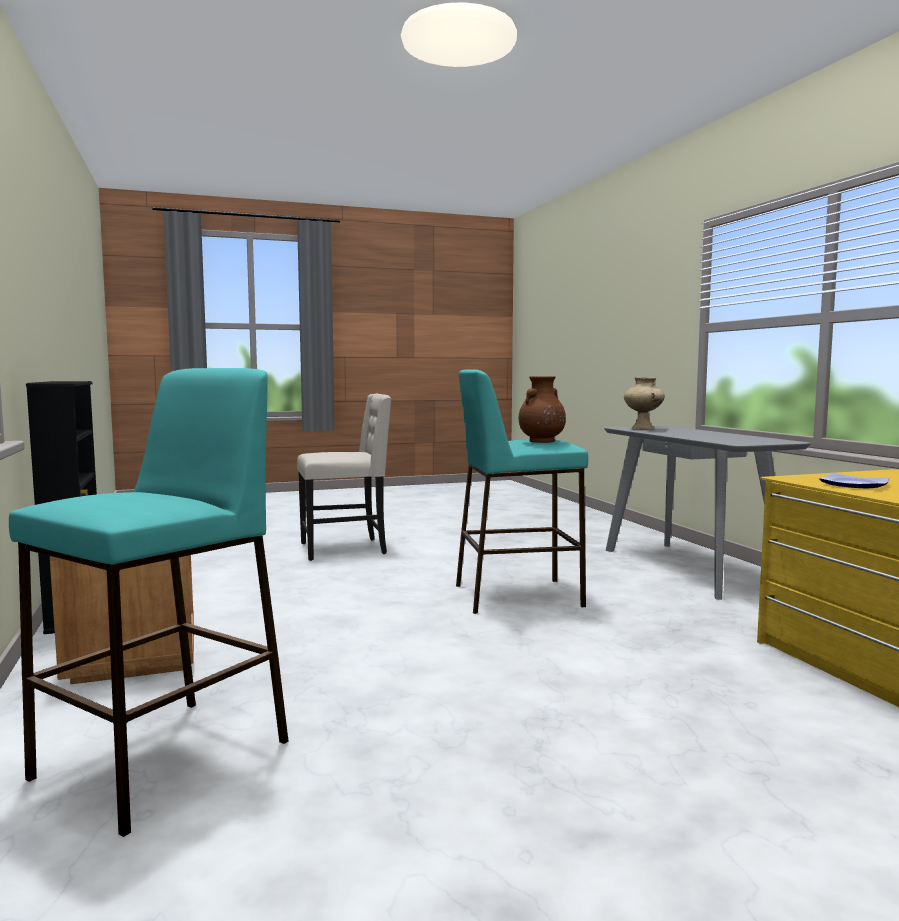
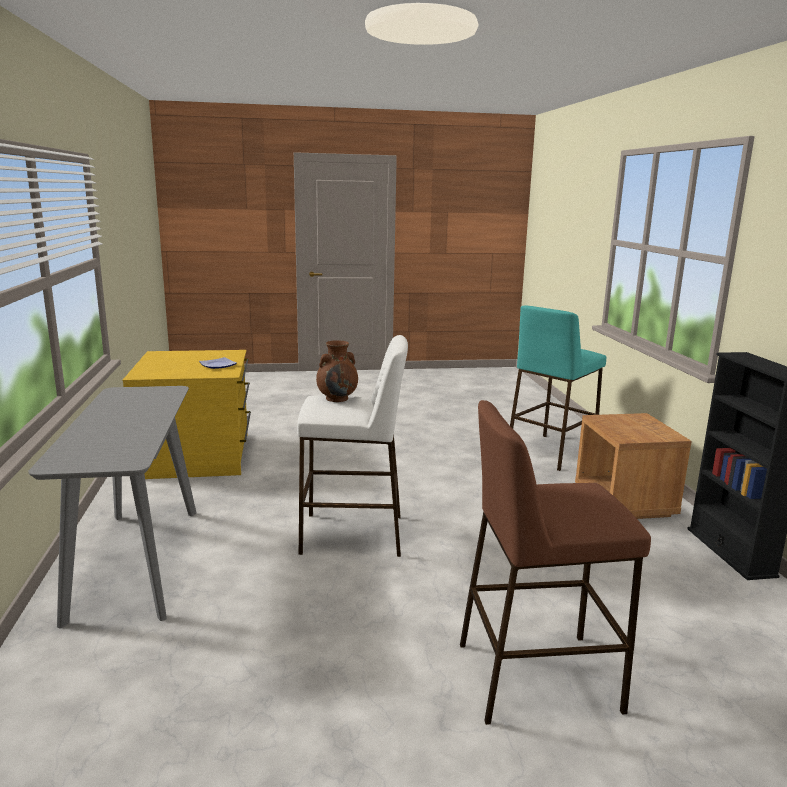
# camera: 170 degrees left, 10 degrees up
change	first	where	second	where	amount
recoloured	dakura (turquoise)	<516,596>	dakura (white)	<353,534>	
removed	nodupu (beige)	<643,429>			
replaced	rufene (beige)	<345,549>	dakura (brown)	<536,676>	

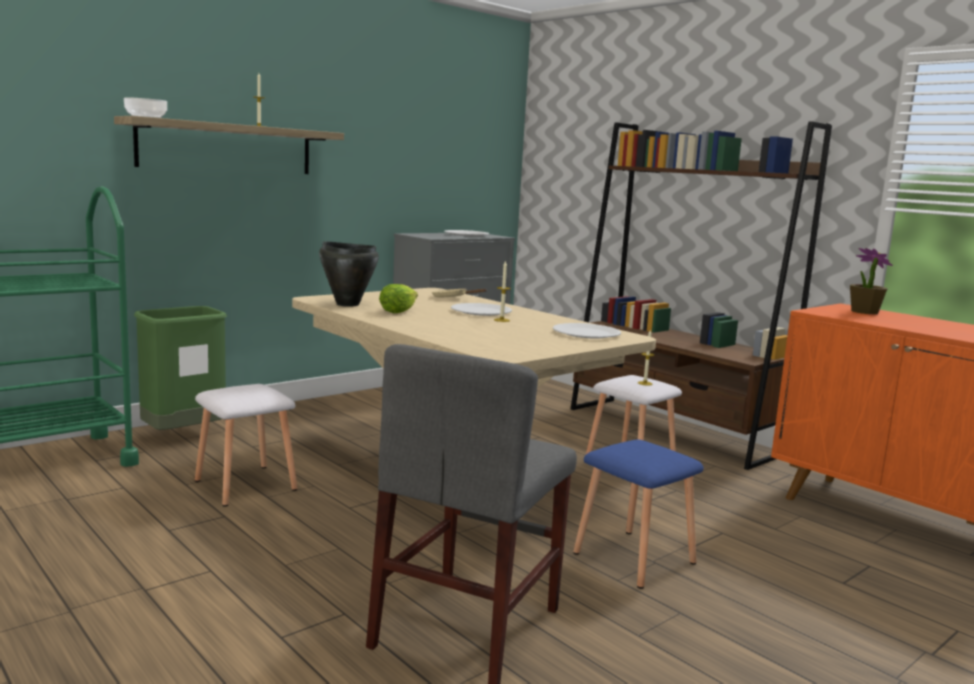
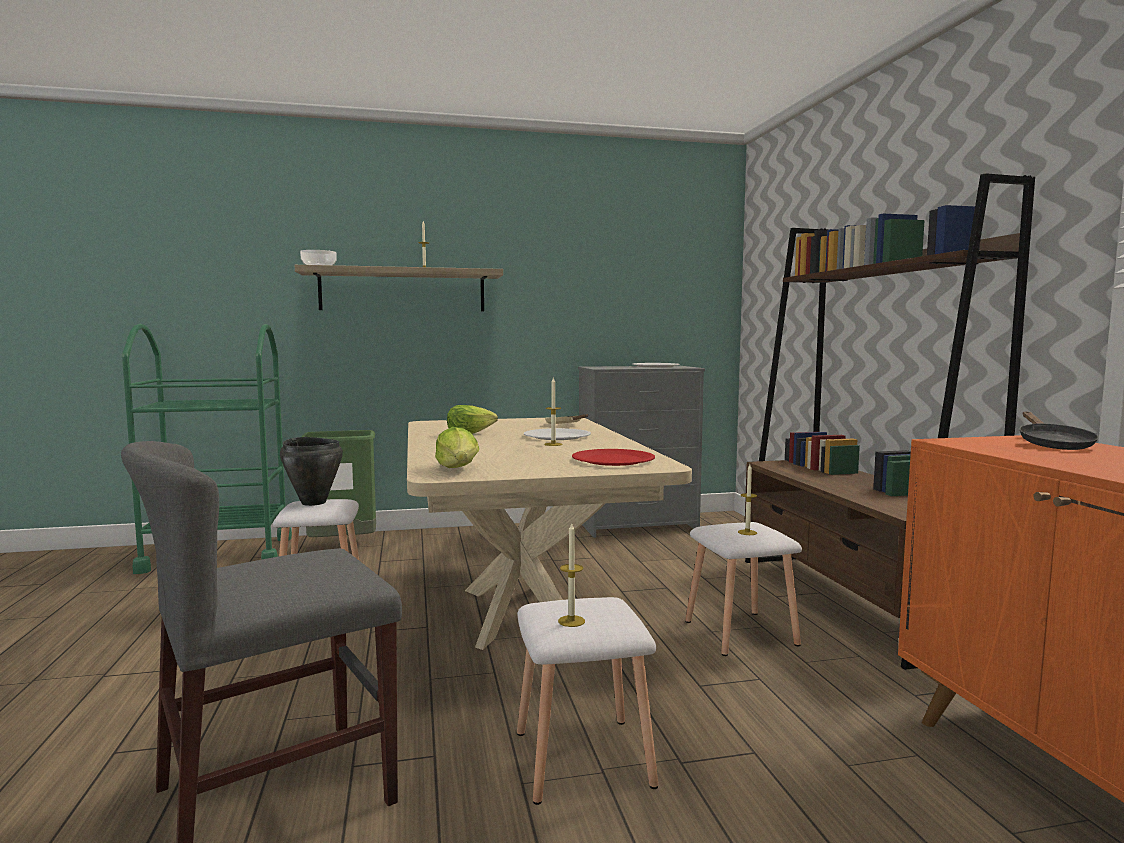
# camera: 30 degrees right, 5 degrees down
change	first	where	second	where	amount
moved	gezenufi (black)	<347,304>		<313,502>	
replaced	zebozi	<864,312>	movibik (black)	<1052,444>	
recoloured	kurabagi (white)	<586,333>	kurabagi (red)	<613,460>	
recoloured	dakura (blue)	<633,559>	dakura (white)	<581,759>	
added			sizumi	<459,469>	
added			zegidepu	<571,621>	

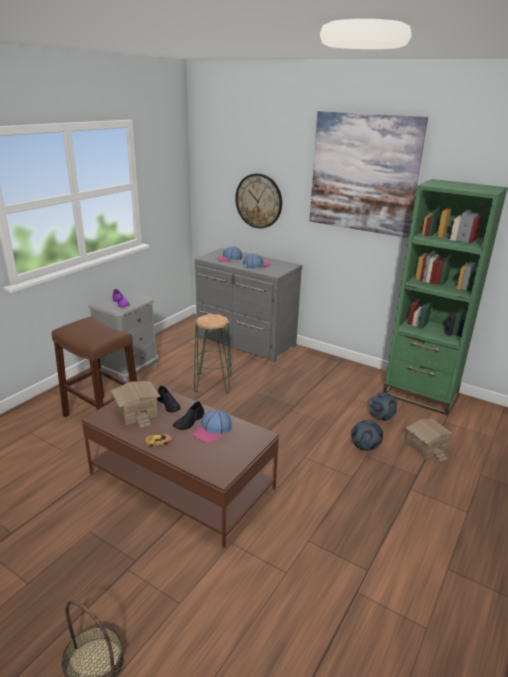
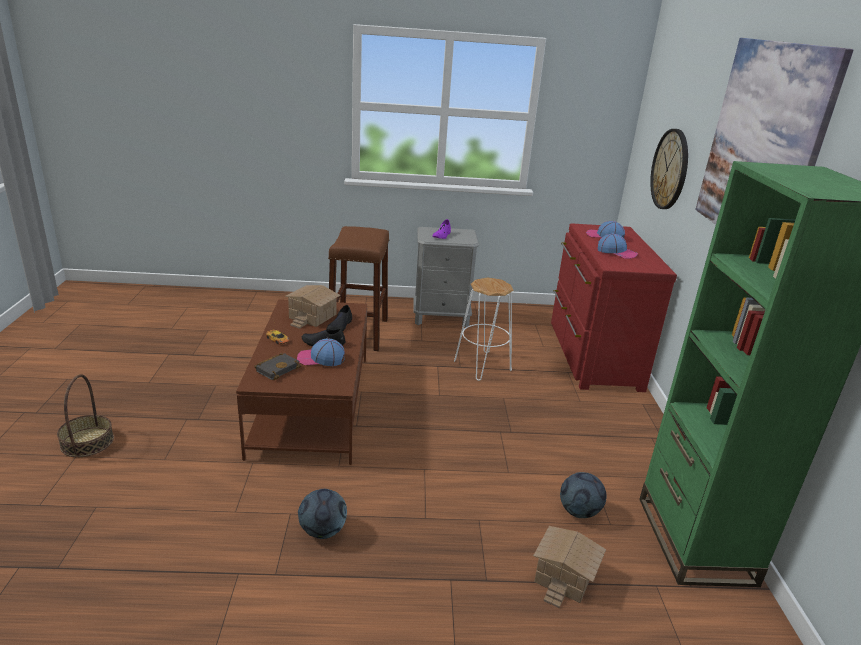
# camera: 55 degrees right, 0 degrees up
change	first	where	second	where	amount
recoloured	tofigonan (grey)	<245,342>	tofigonan (red)	<592,356>	
recoloured	dakura (green)	<213,384>	dakura (white)	<482,366>	
moved	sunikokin	<365,447>		<323,531>	
added			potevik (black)	<277,368>	

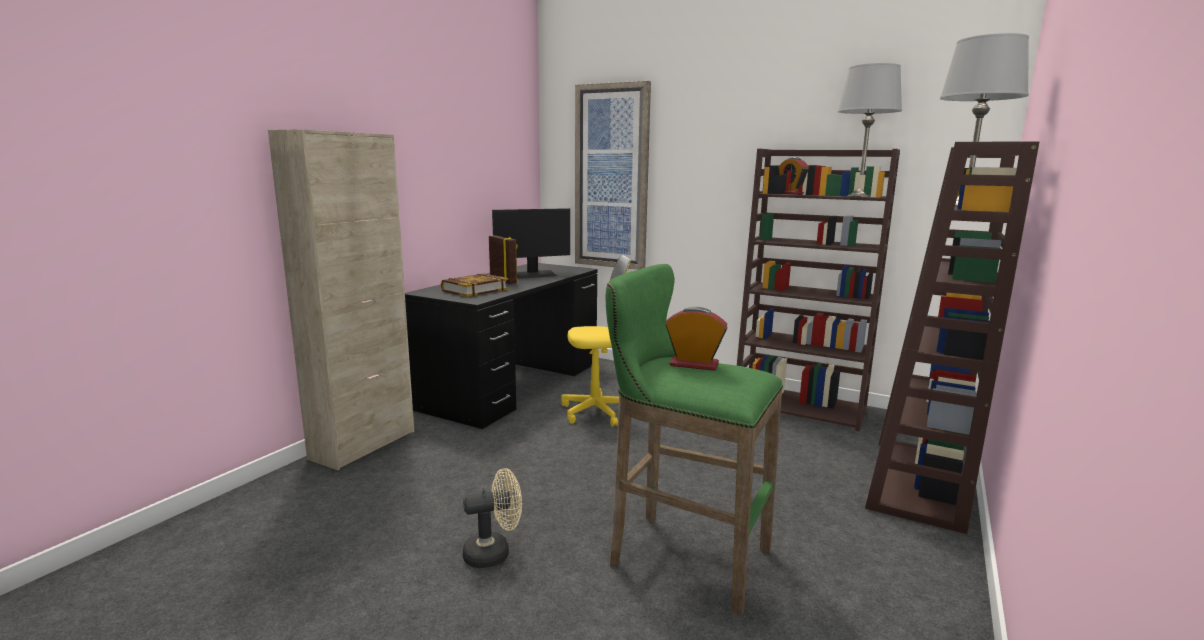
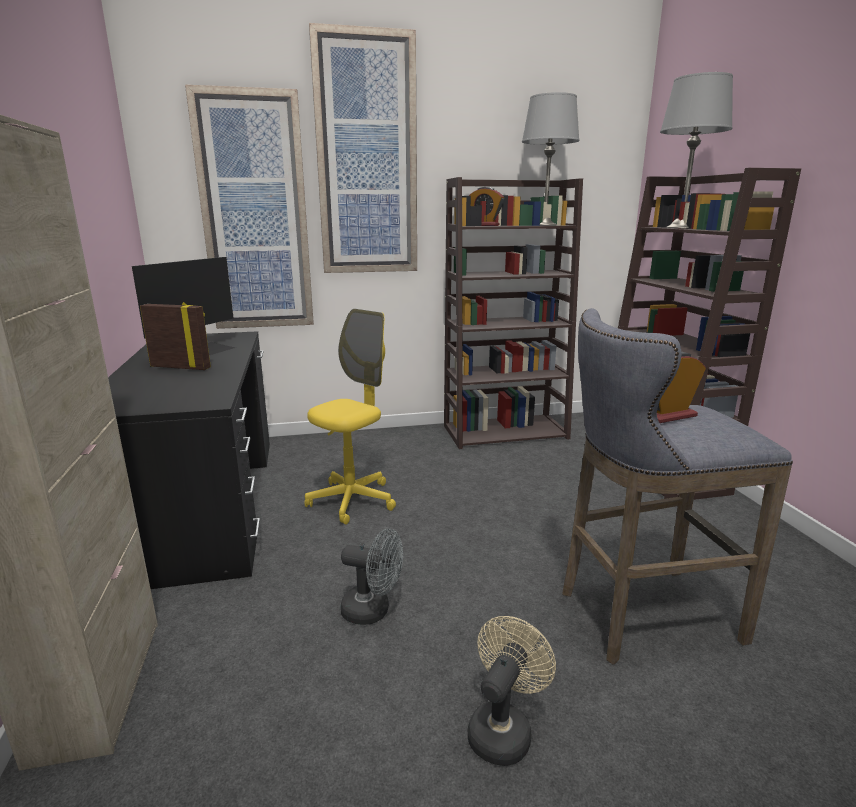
# camera: 40 degrees left, 5 degrees up
change	first	where	second	where	amount
recoloured	dakura (green)	<681,556>	dakura (grey)	<640,616>	
removed	potevik	<474,290>			
added			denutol	<367,157>	
added			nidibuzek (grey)	<373,610>	

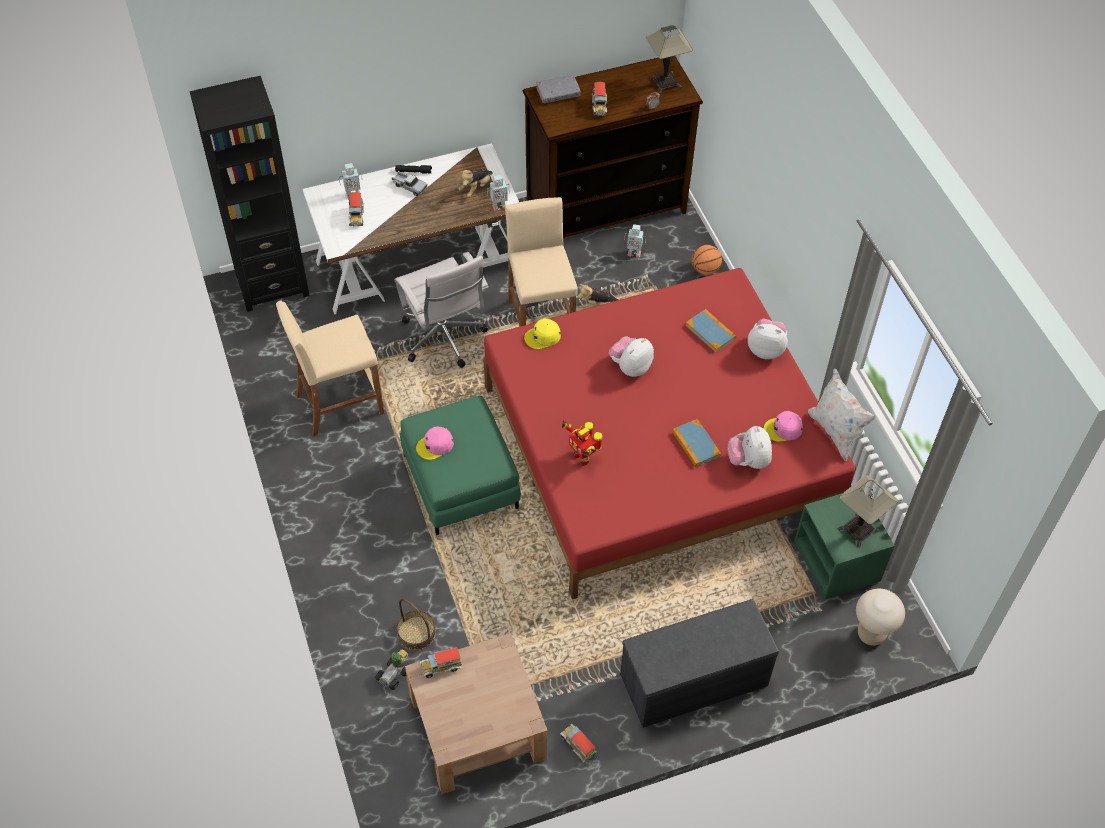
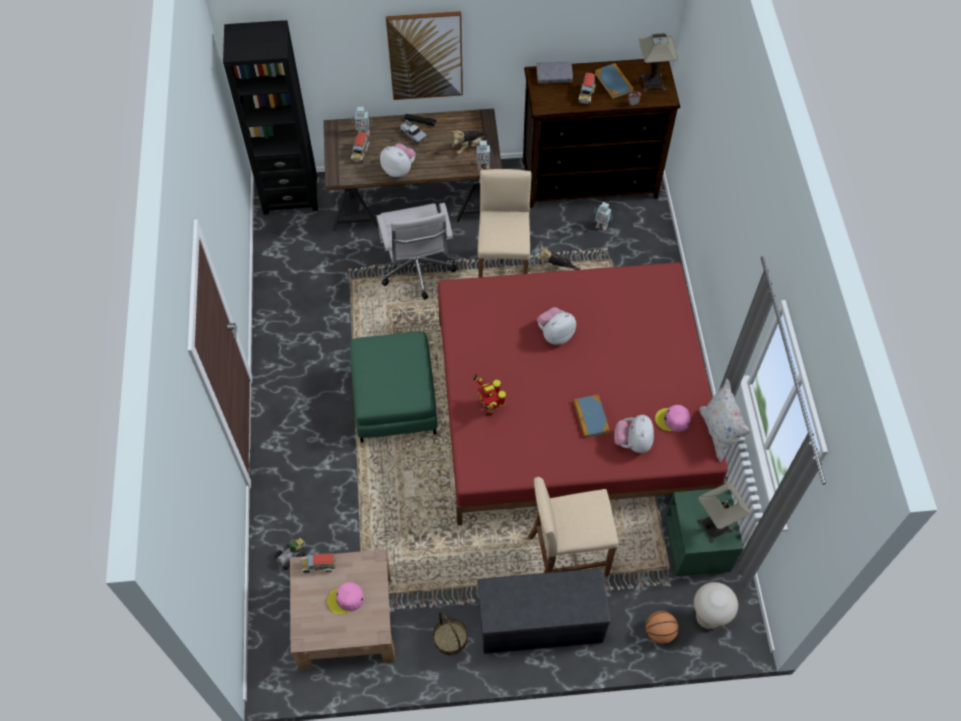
# camera: 15 degrees right, 5 degrees up
change	first	where	second	where	amount
recoloured	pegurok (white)	<418,262>	pegurok (brown)	<415,198>	
moved	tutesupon	<705,269>		<659,632>	
moved	dakura (beige)	<339,404>		<567,555>	
moved	potevik	<710,332>		<613,82>	
removed	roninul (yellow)	<543,337>			
moved	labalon	<766,349>		<399,170>	
moved	roninul (pink)	<435,445>		<346,599>	
moved	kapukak	<416,633>		<450,638>	
removed	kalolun	<578,745>			
added			denutol	<425,55>	

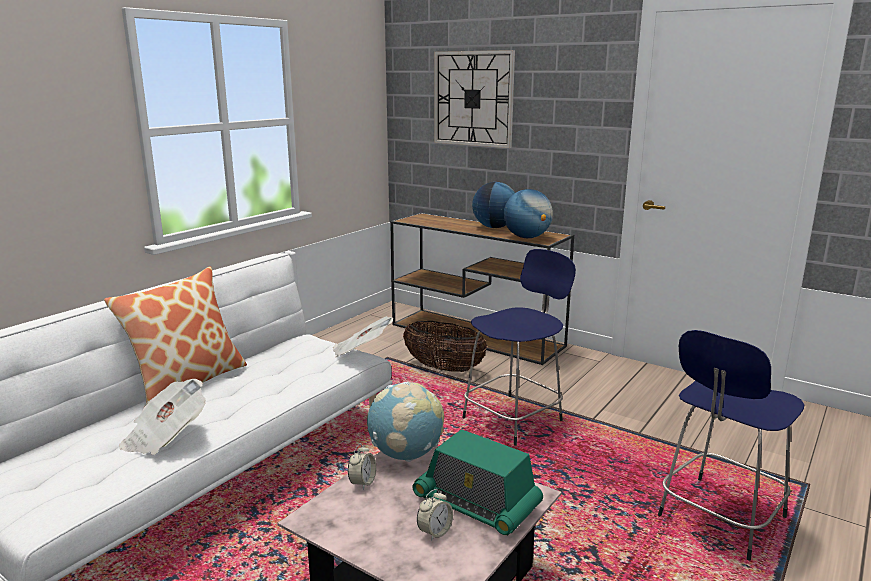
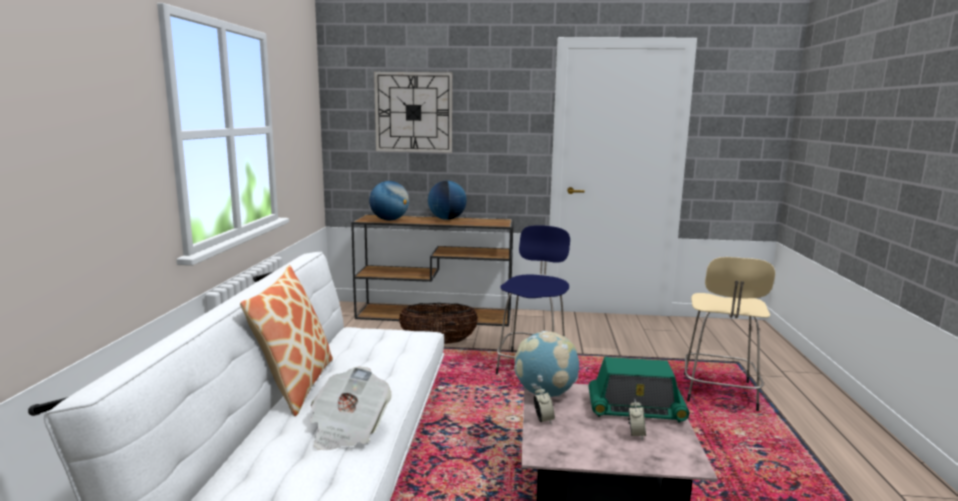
# camera: 30 degrees left, 5 degrees down
change	first	where	second	where	amount
moved	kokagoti	<527,237>		<389,220>	
removed	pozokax	<361,352>			
recoloured	dakura (blue)	<719,519>	dakura (beige)	<719,394>	

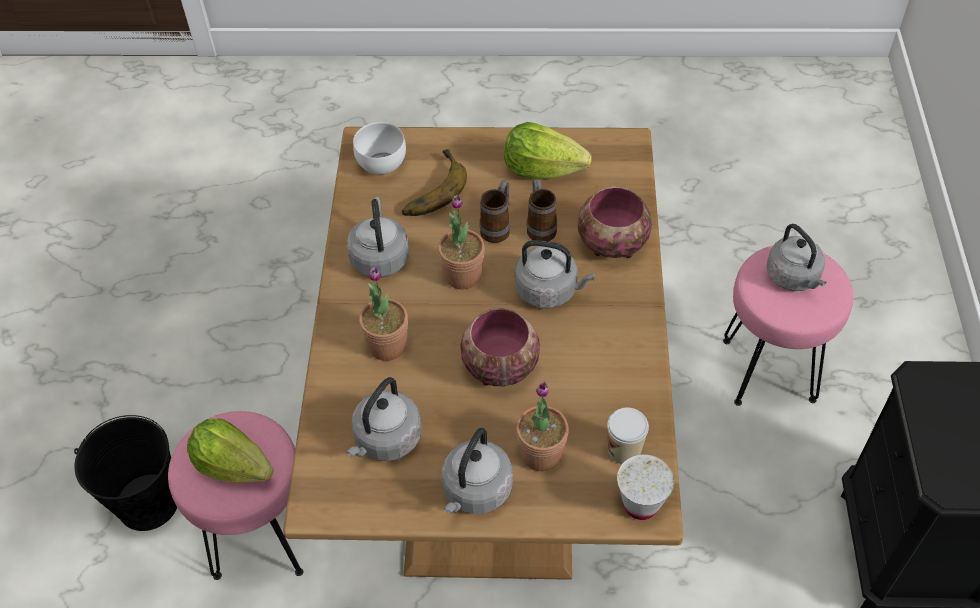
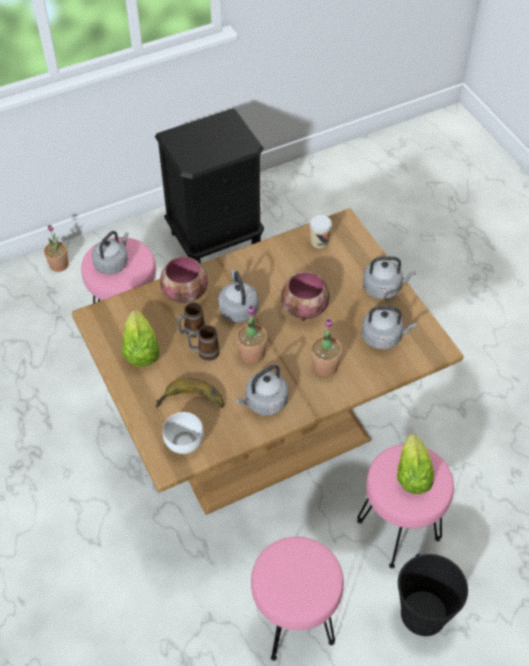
# camera: 120 degrees left, 0 degrees up
change	first	where	second	where	amount
moved	zebozi	<541,453>		<59,265>	
removed	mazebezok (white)	<641,504>			
added			dakura (pink)	<294,622>	

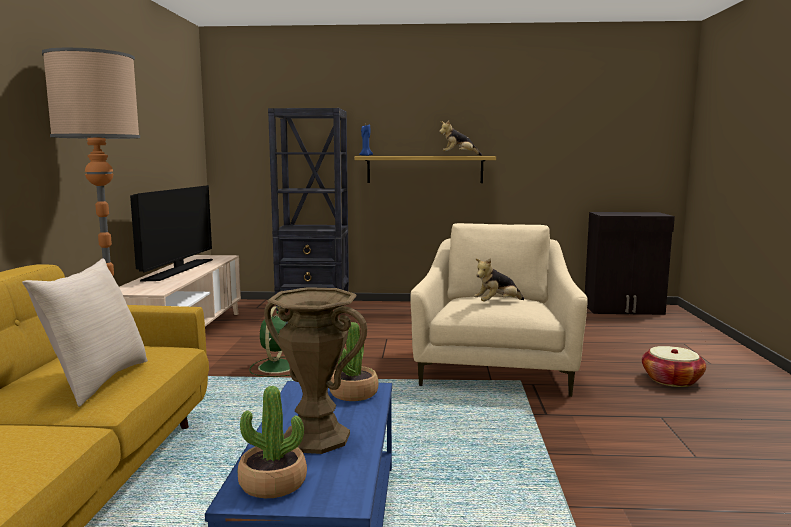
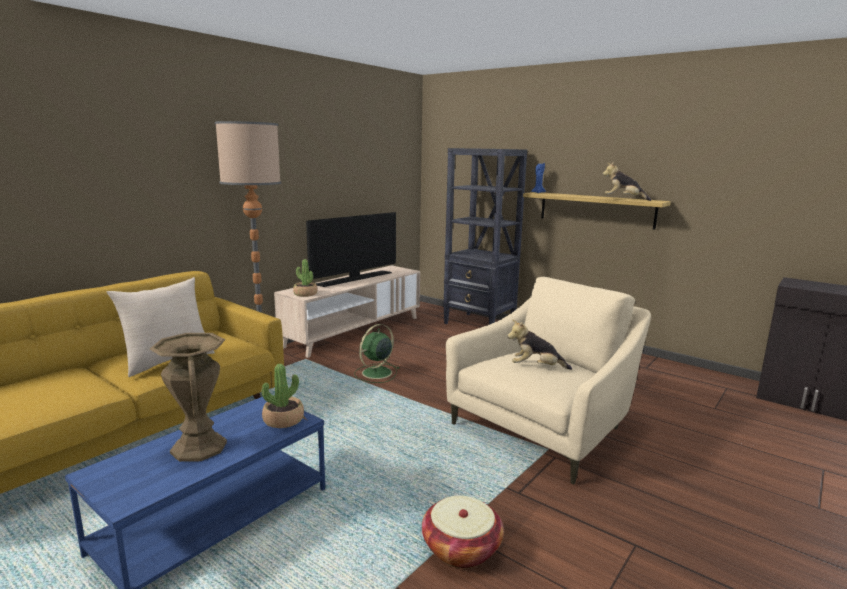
# camera: 35 degrees right, 5 degrees up
change	first	where	second	where	amount
moved	kapukak	<671,380>		<461,548>	
moved	zebozi	<272,483>		<305,294>	

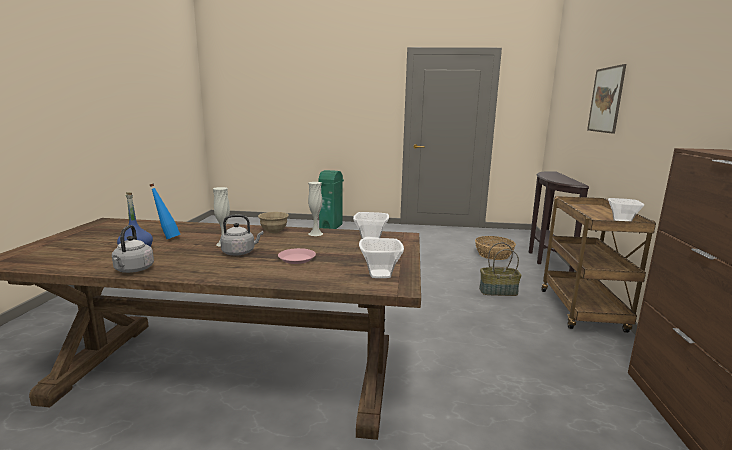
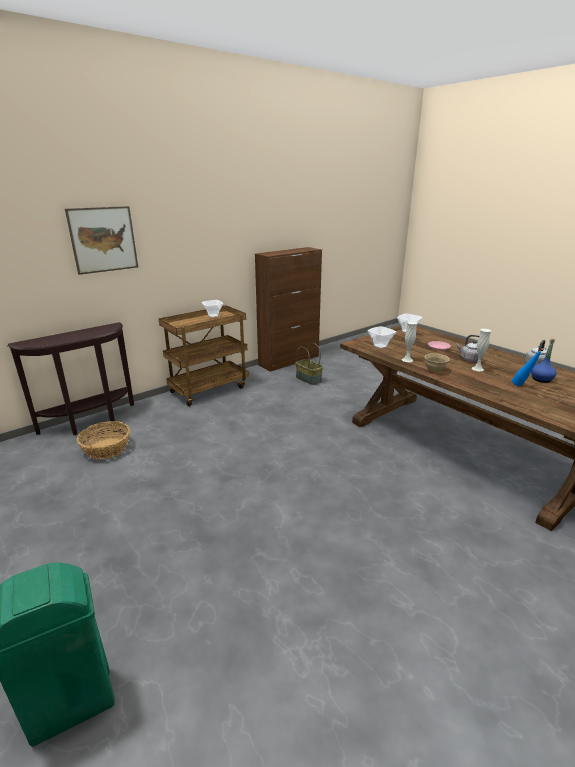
# camera: 135 degrees left, 10 degrees up
change	first	where	second	where	amount
moved	kapukak	<498,292>		<309,379>	

